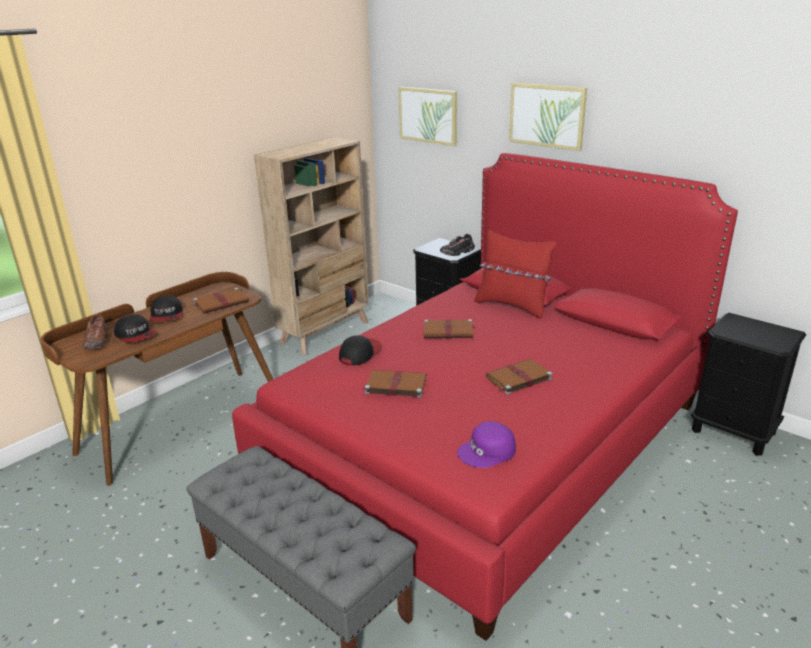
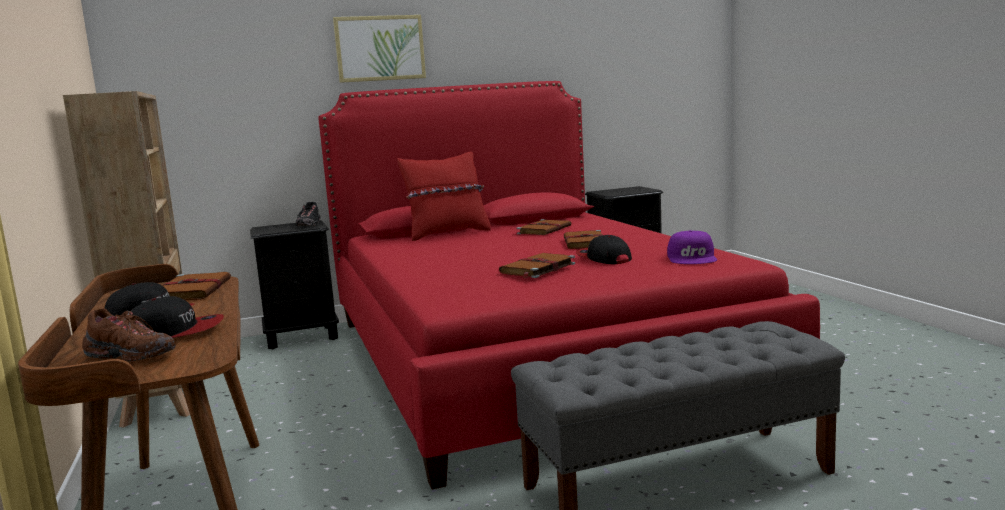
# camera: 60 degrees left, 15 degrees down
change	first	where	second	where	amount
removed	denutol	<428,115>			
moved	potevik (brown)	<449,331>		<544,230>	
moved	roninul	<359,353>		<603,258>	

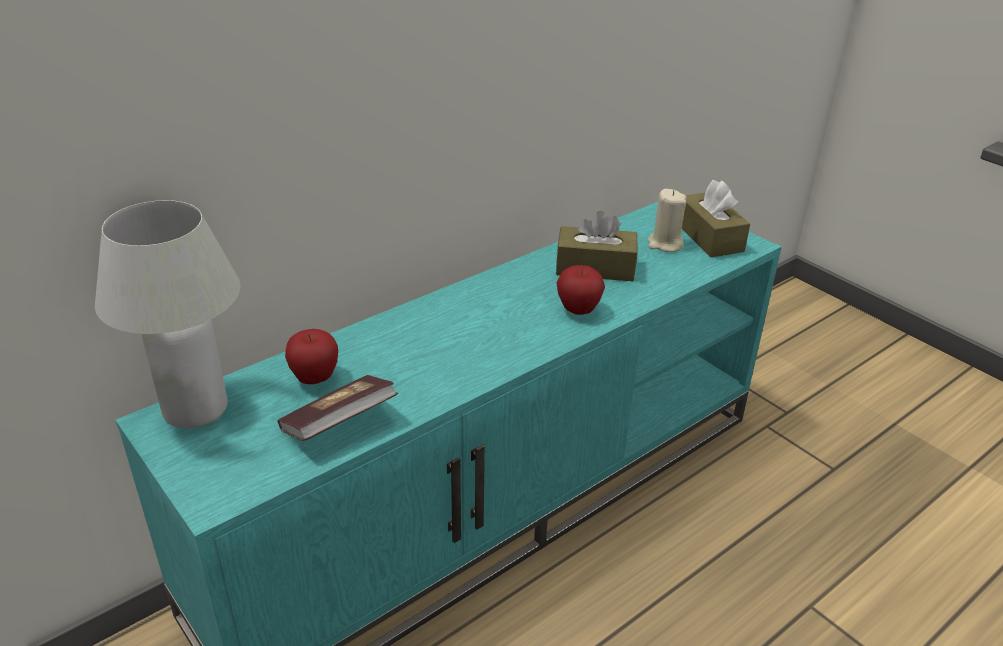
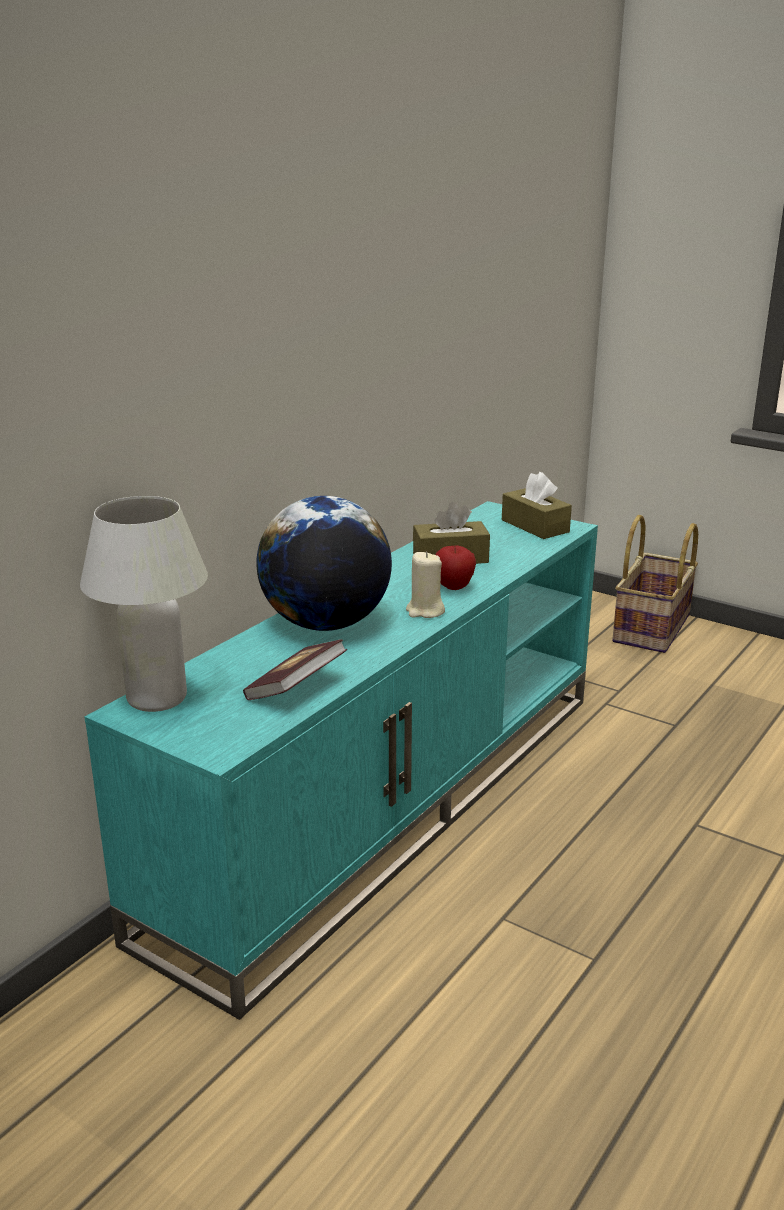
# camera: 15 degrees left, 10 degrees down
change	first	where	second	where	amount
moved	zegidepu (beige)	<665,244>		<425,611>	
removed	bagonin	<315,379>			
added			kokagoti	<325,624>	
added			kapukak	<653,629>	

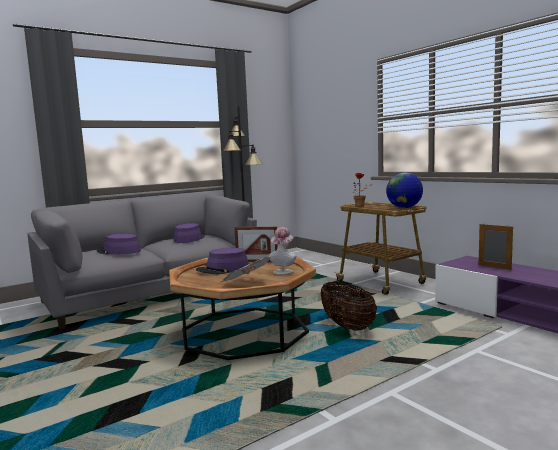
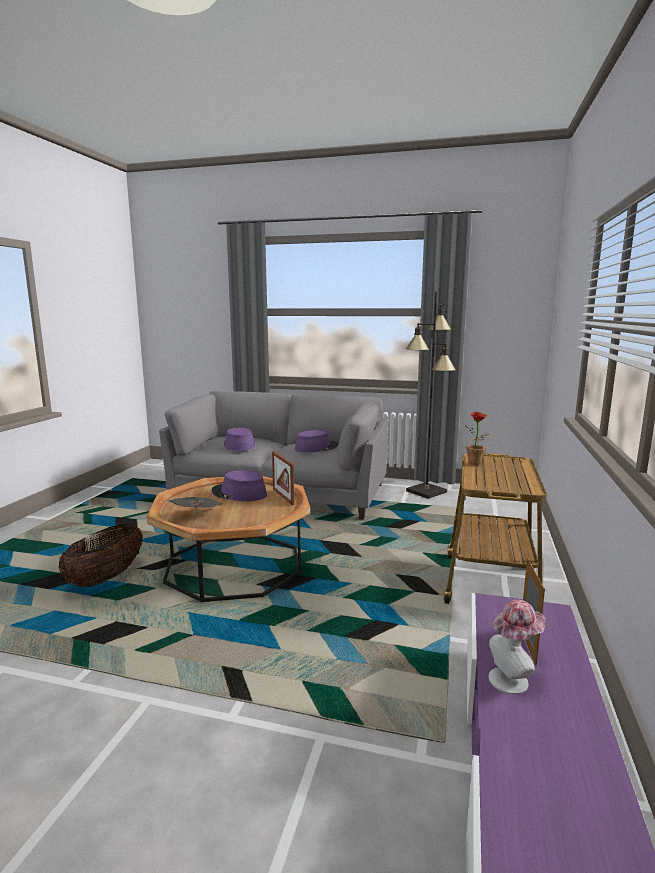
# camera: 50 degrees right, 5 degrees up
change	first	where	second	where	amount
removed	kokagoti	<404,208>			
moved	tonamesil	<283,271>		<512,679>	
moved	kapukak	<347,326>		<106,578>	

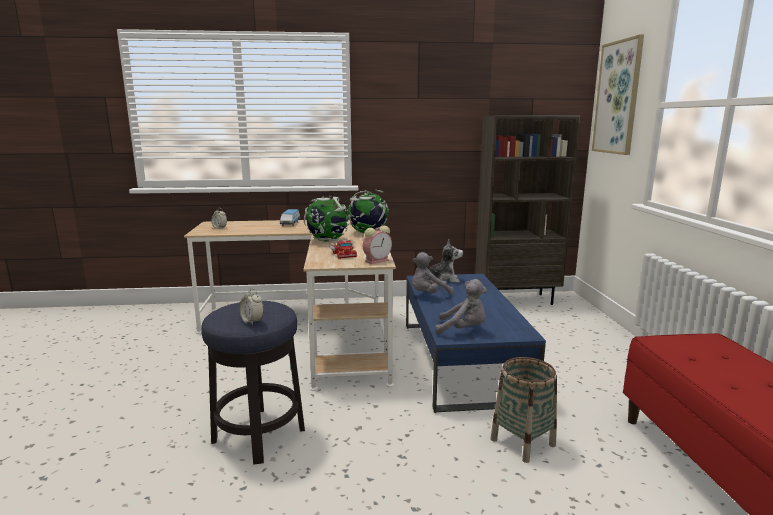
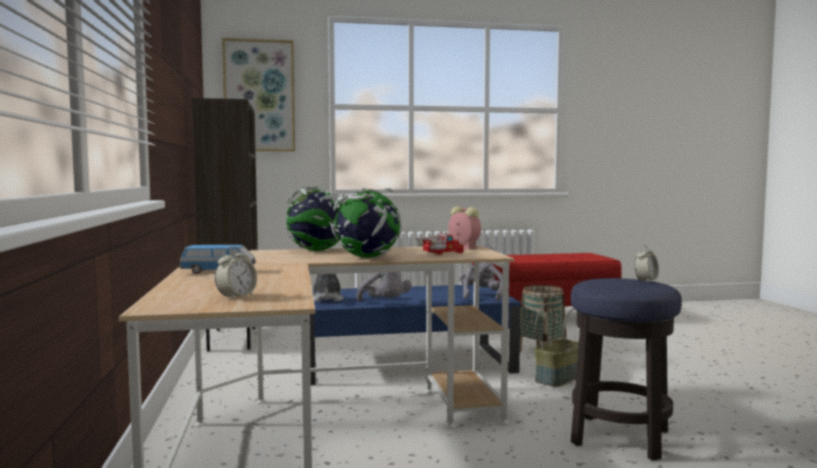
# camera: 95 degrees left, 10 degrees down
change	first	where	second	where	amount
added			kapukak	<558,378>	

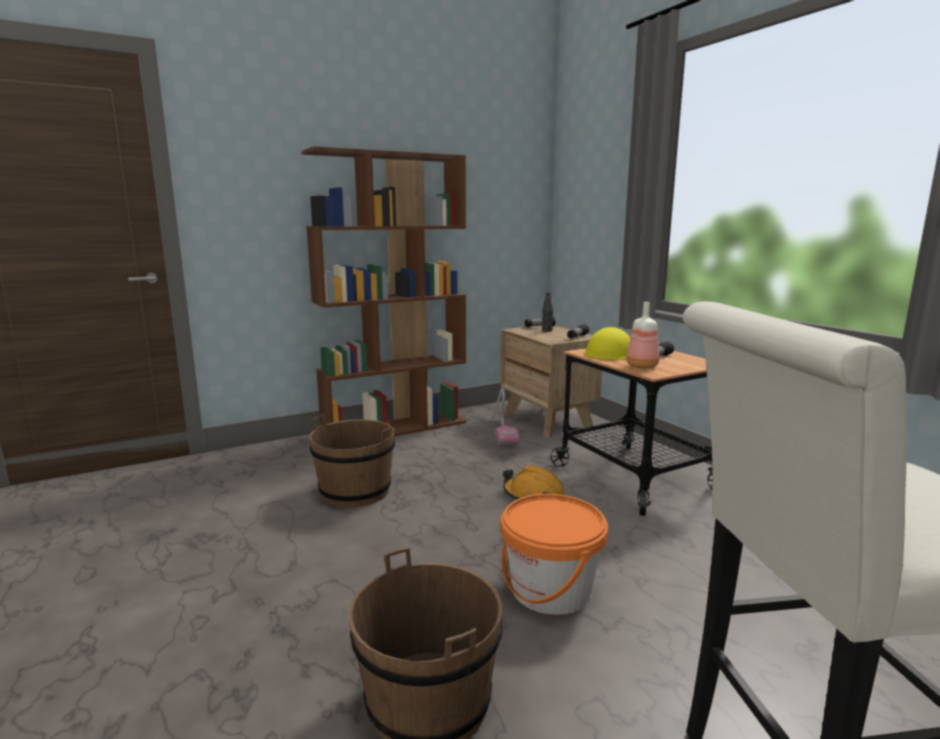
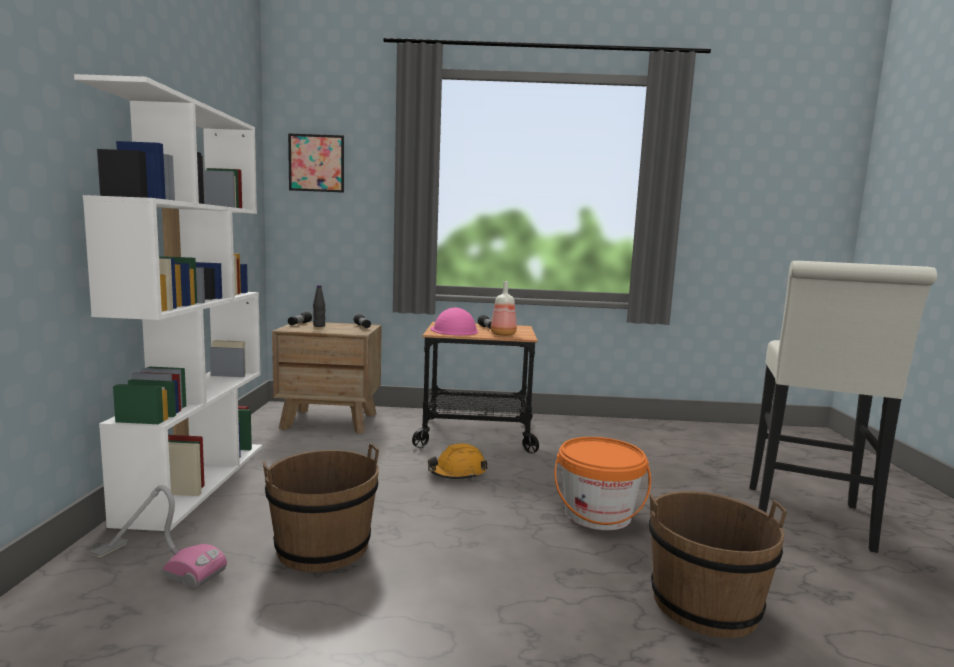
# camera: 60 degrees left, 5 degrees down
change	first	where	second	where	amount
recoloured	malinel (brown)	<395,428>	malinel (white)	<196,480>	
recoloured	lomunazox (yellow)	<610,353>	lomunazox (pink)	<454,330>	
moved	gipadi	<500,432>		<157,564>	
added			denutol	<316,163>	

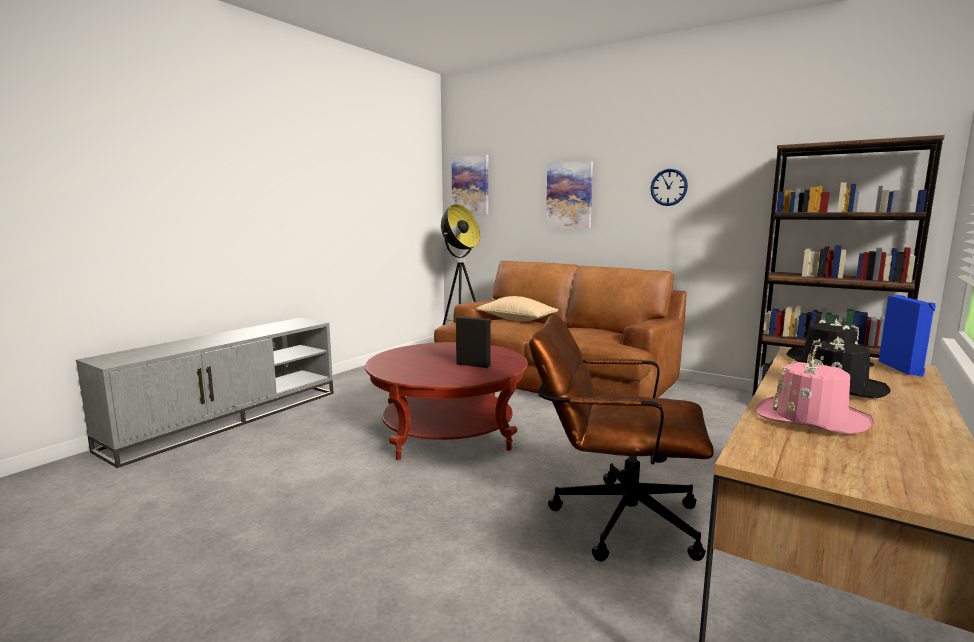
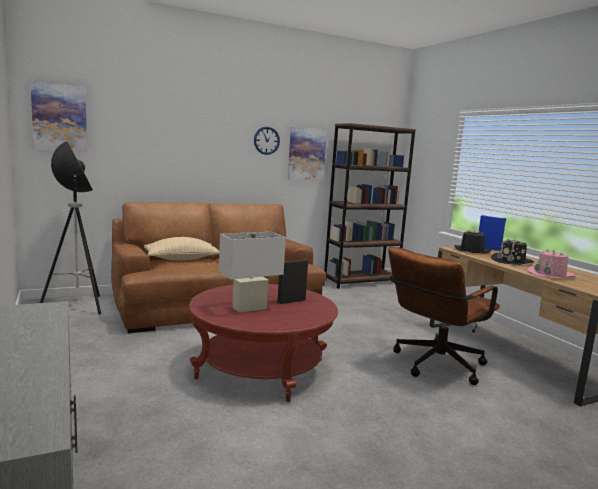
# camera: 60 degrees left, 0 degrees up
change	first	where	second	where	amount
moved	denutol	<569,195>		<306,154>	
added			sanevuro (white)	<249,308>	

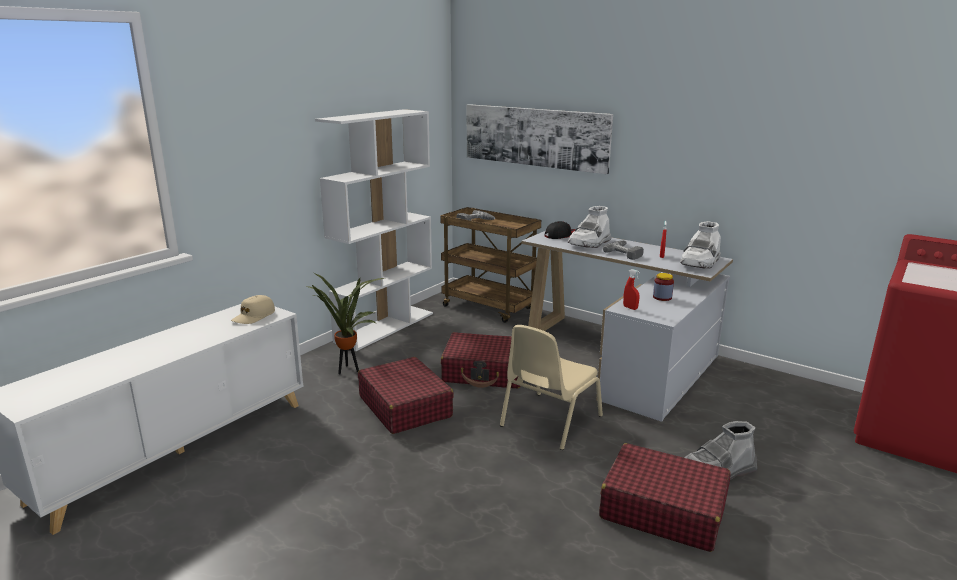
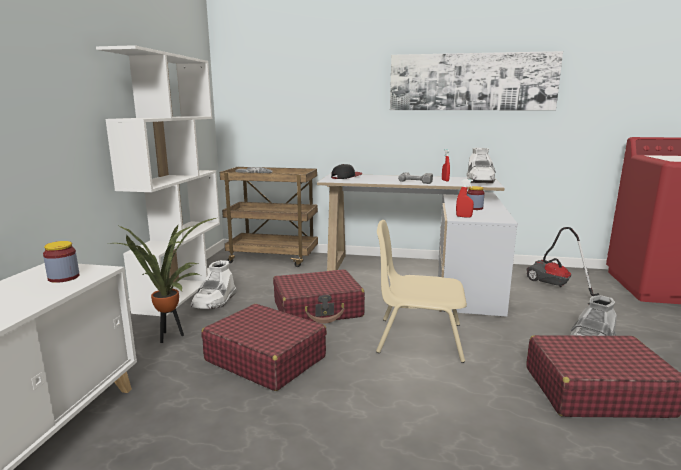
# camera: 25 degrees left, 5 degrees down
change	first	where	second	where	amount
moved	denutol	<535,137>		<472,82>	
moved	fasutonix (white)	<589,244>		<215,301>	
replaced	roninul (beige)	<254,316>	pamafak	<63,277>	
turned	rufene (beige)	<549,421>		<418,338>	90 degrees clockwise
added			gipadi	<556,287>	

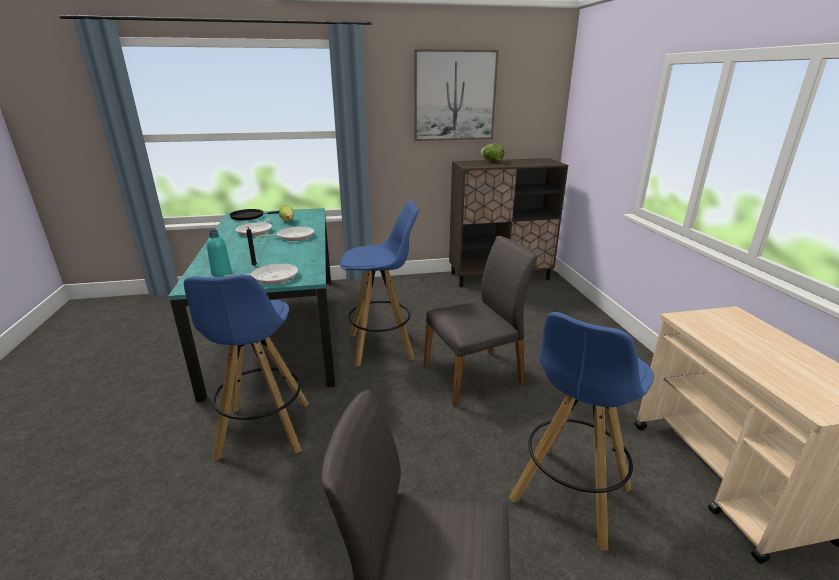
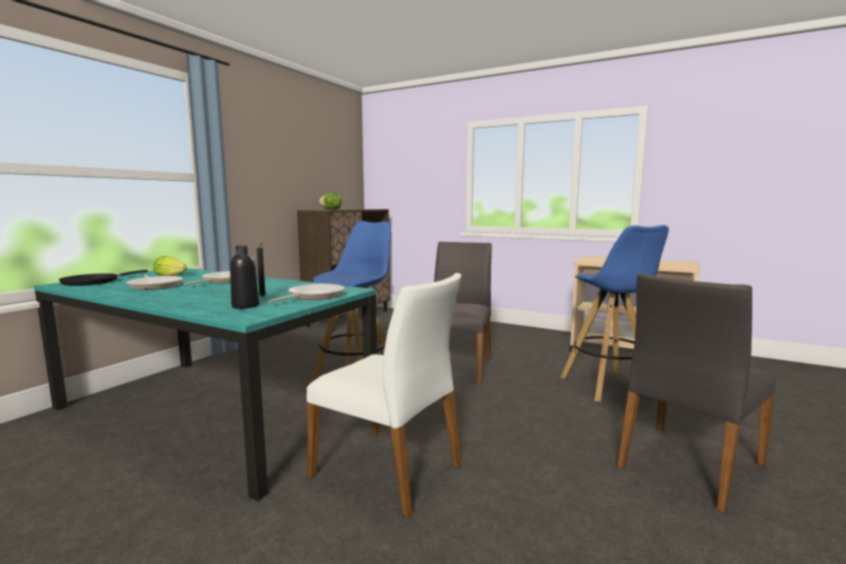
# camera: 50 degrees left, 15 degrees down
change	first	where	second	where	amount
removed	denutol	<454,96>			
recoloured	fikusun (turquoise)	<221,273>	fikusun (black)	<245,306>	
replaced	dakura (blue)	<264,431>	rufene (white)	<389,470>	

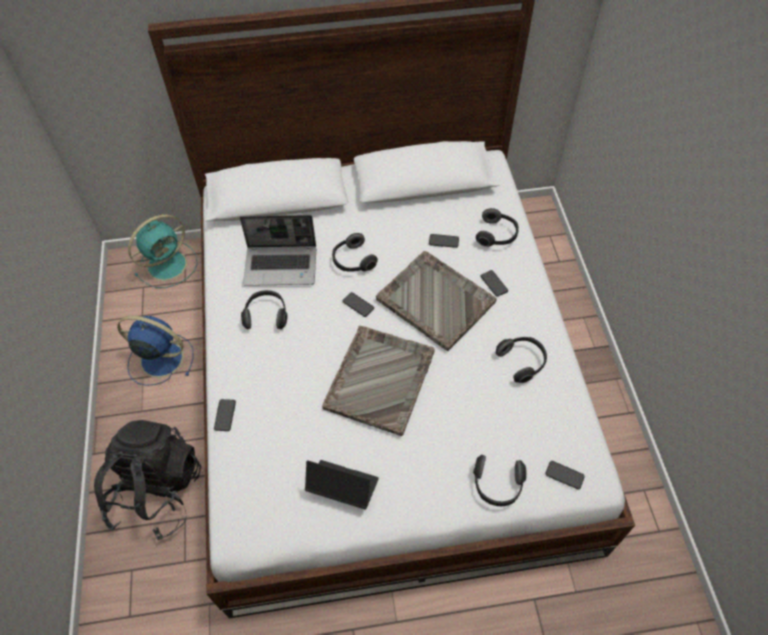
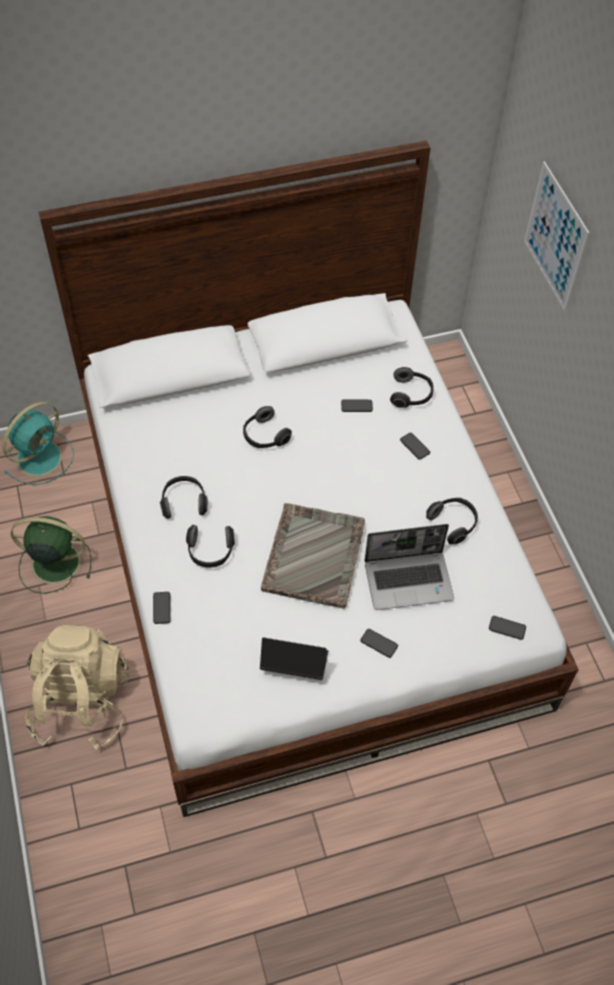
# camera: 10 degrees left, 0 degrees up
change	first	where	second	where	amount
moved	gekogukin	<281,265>		<409,580>	
removed	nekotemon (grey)	<434,300>			
moved	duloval	<358,305>		<379,643>	
recoloured	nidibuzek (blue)	<160,358>	nidibuzek (green)	<53,563>	
recoloured	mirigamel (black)	<157,491>	mirigamel (beige)	<81,702>	
moved	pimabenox	<497,485>		<210,552>	
added			denutol	<555,237>	

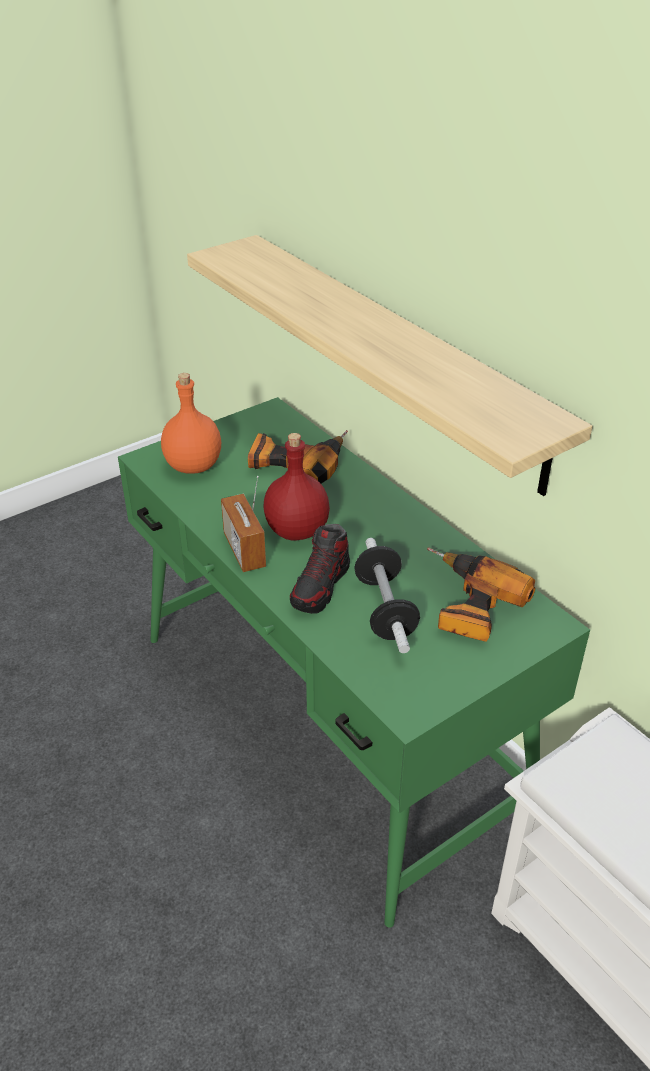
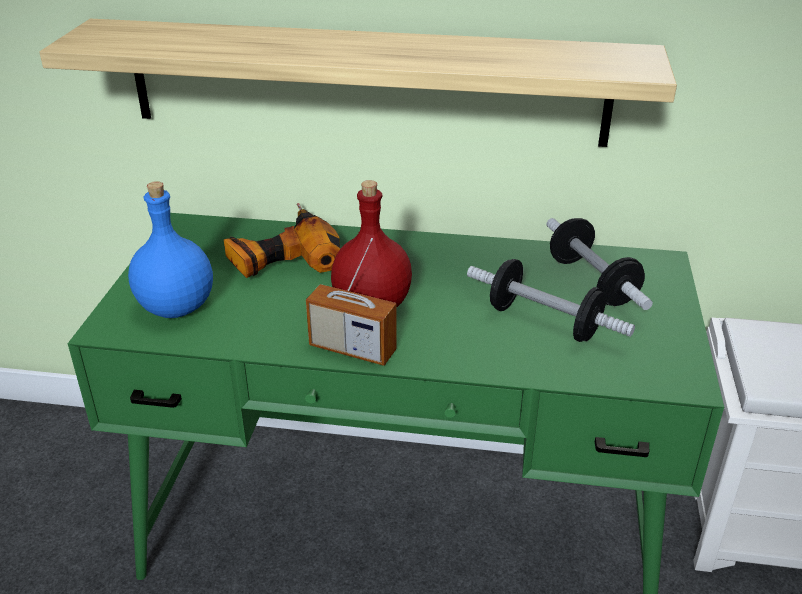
# camera: 45 degrees left, 5 degrees down
change	first	where	second	where	amount
recoloured	fikusun (orange)	<193,466>	fikusun (blue)	<177,308>	
removed	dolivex	<320,586>			
replaced	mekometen	<468,605>	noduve	<592,282>	

